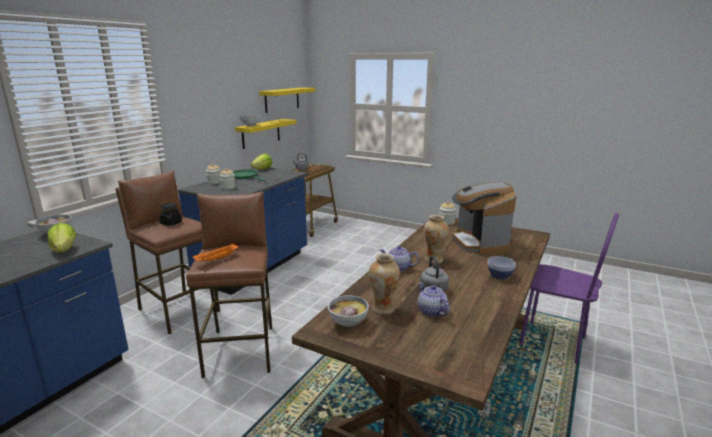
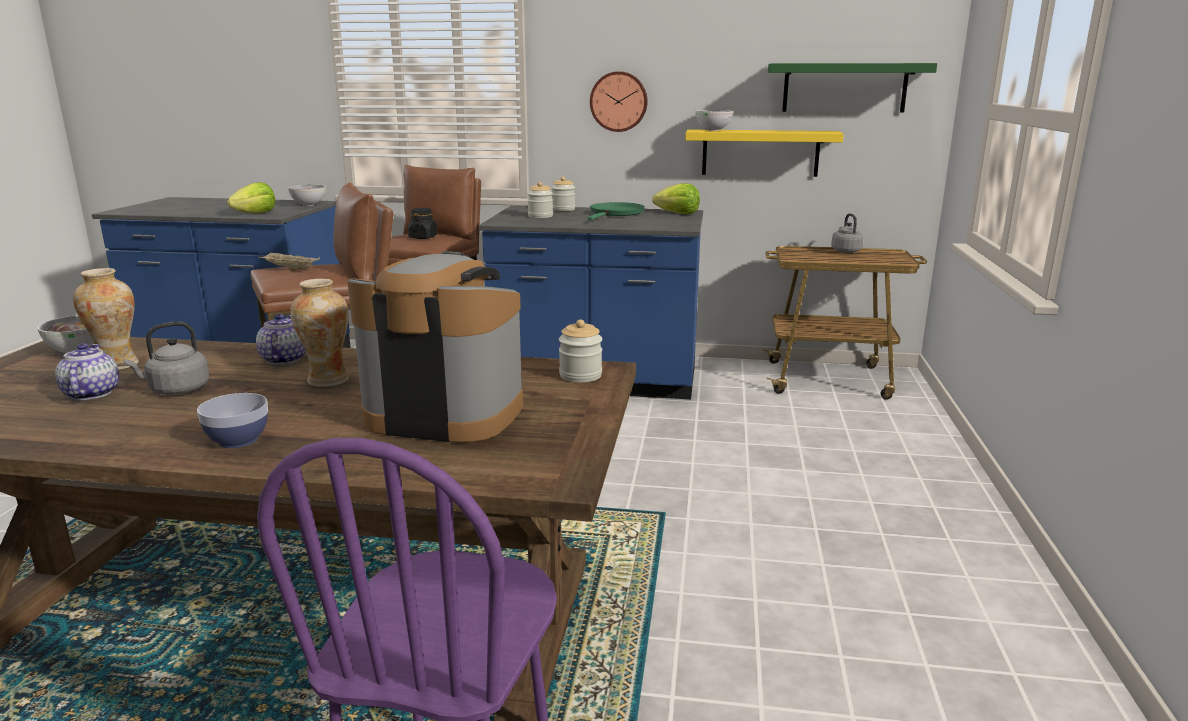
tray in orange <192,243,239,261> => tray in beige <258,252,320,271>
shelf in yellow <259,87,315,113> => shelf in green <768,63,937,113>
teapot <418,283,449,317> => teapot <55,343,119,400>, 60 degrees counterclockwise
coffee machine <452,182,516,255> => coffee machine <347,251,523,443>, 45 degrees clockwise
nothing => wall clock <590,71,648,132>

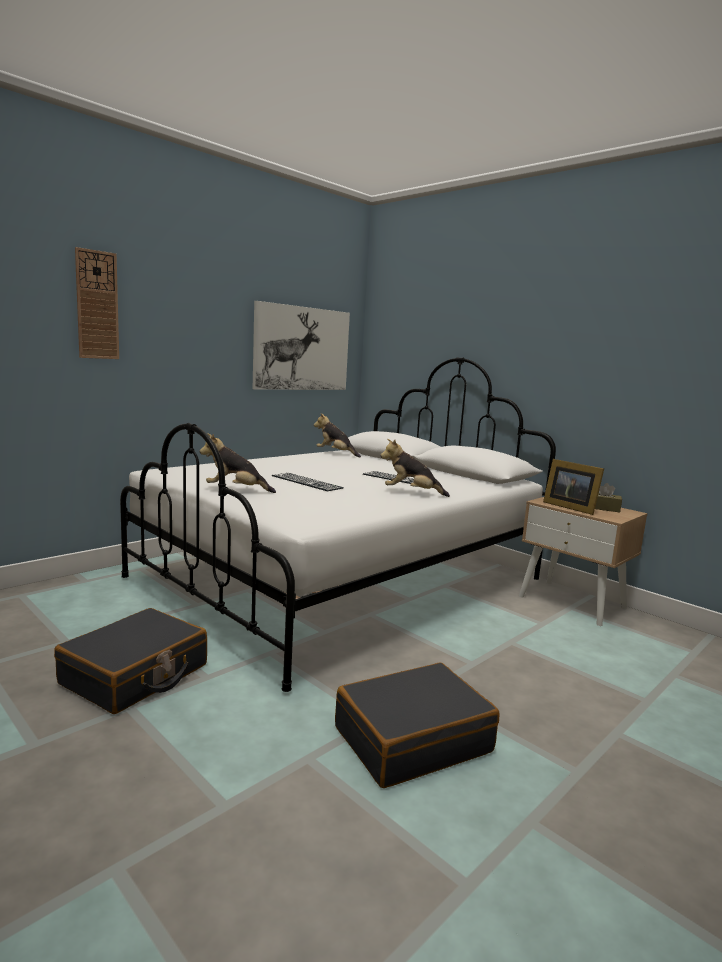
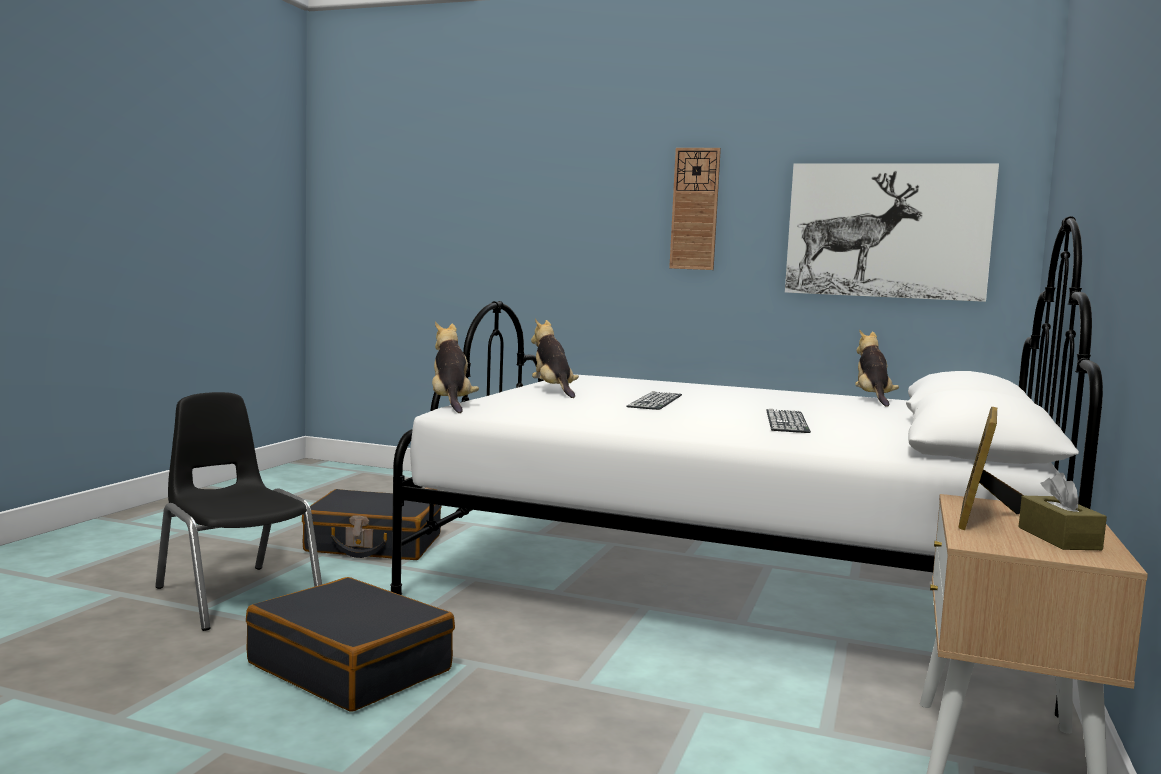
wall clock <75,247,119,359> => wall clock <669,148,721,270>, shifted
plush toy <380,439,450,497> => plush toy <432,322,479,413>, shifted
nothing => chair in black <155,392,322,631>

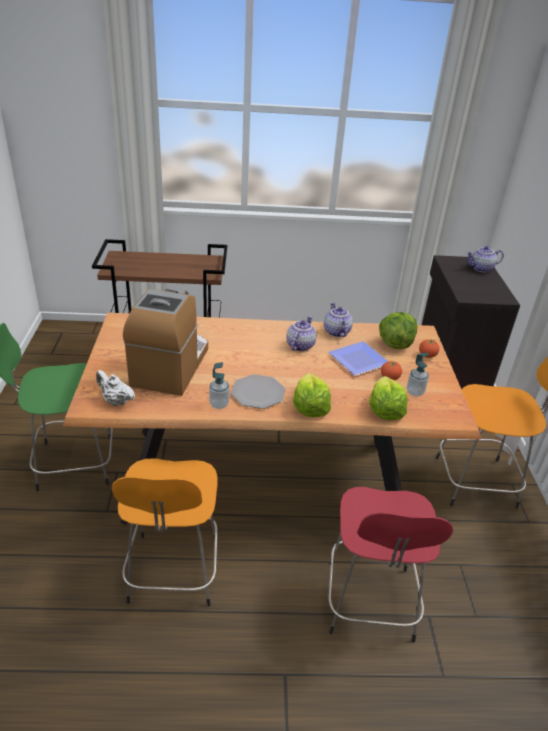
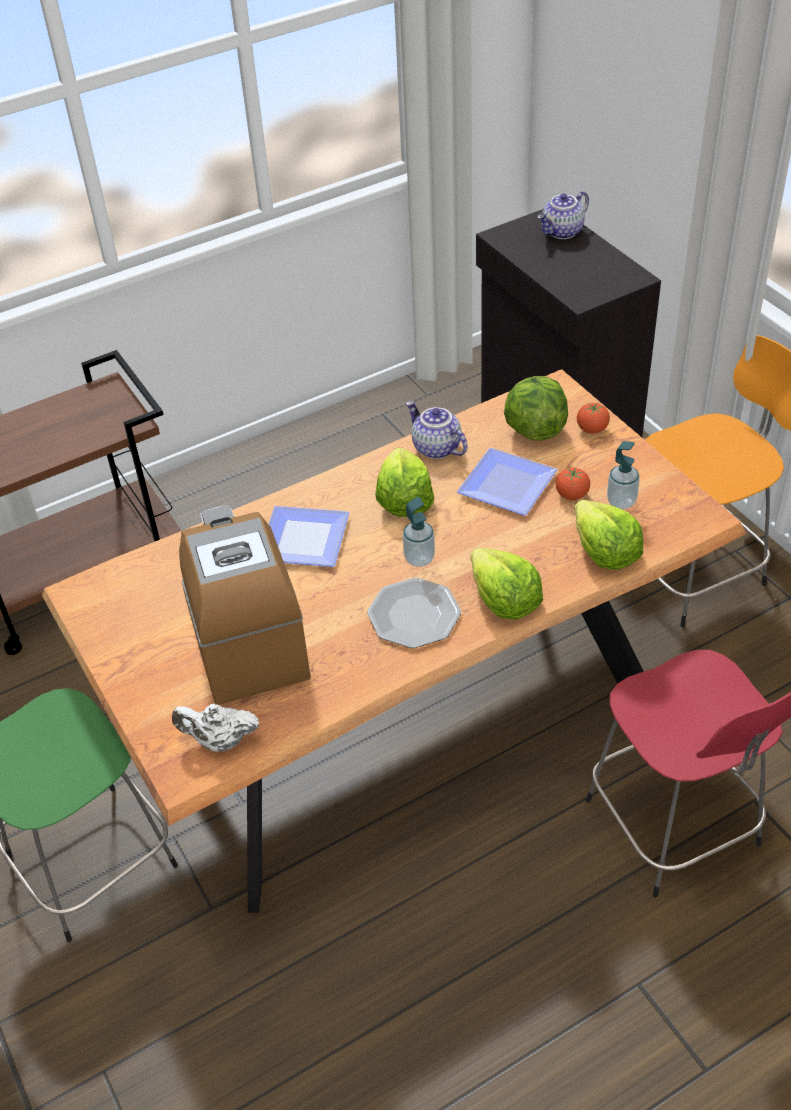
stool in orange <112,458,218,607> => nothing
soap dispenser <209,362,229,409> => soap dispenser <403,497,435,567>, shifted
teapot <286,316,316,351> => lettuce <375,448,434,517>
nothing => plate <269,506,349,567>

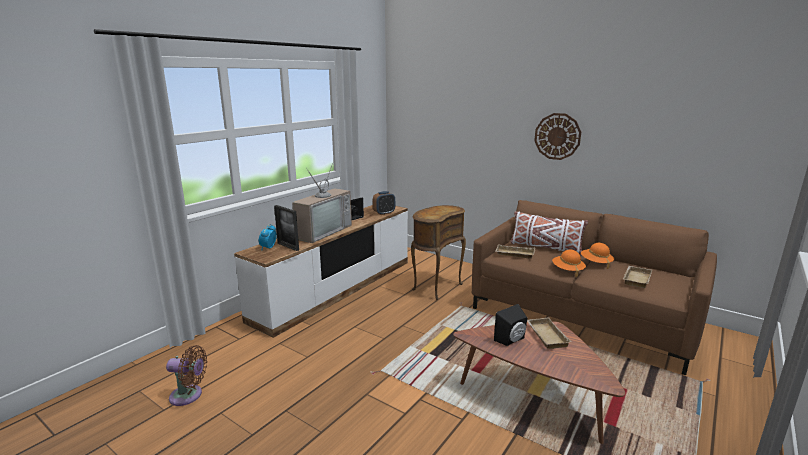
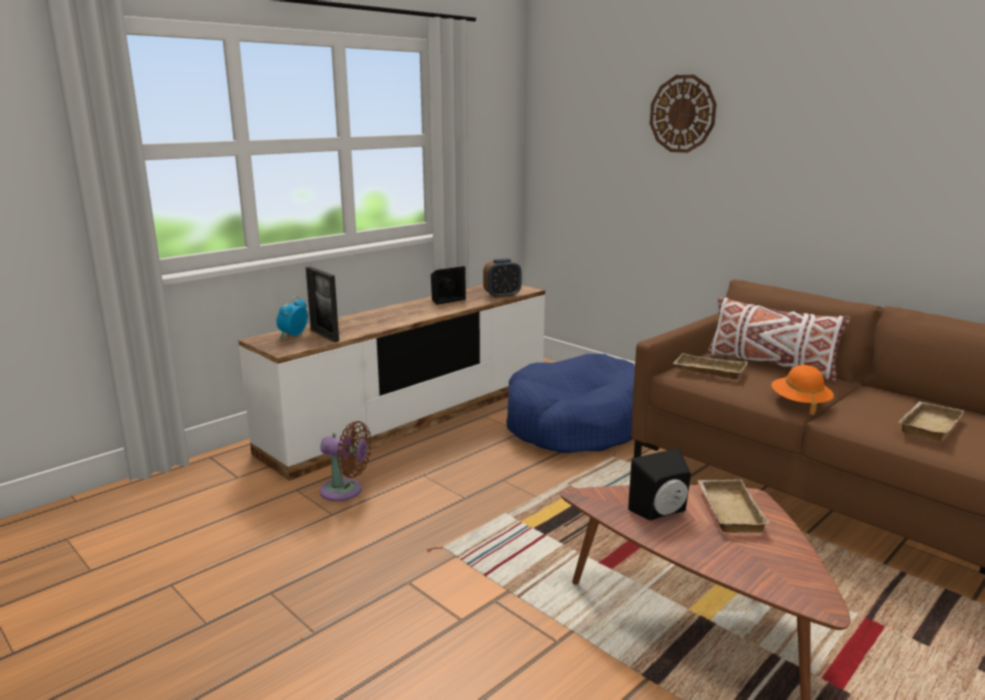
fan in brown <166,345,207,406> => fan in brown <320,421,372,501>, shifted
television <292,161,352,243> => nothing
side table in brown <411,205,466,300> => dog bed in blue <506,354,635,453>
wall clock <534,113,581,160> => wall clock <650,75,716,153>, shifted
hat in orange <581,243,614,269> => nothing

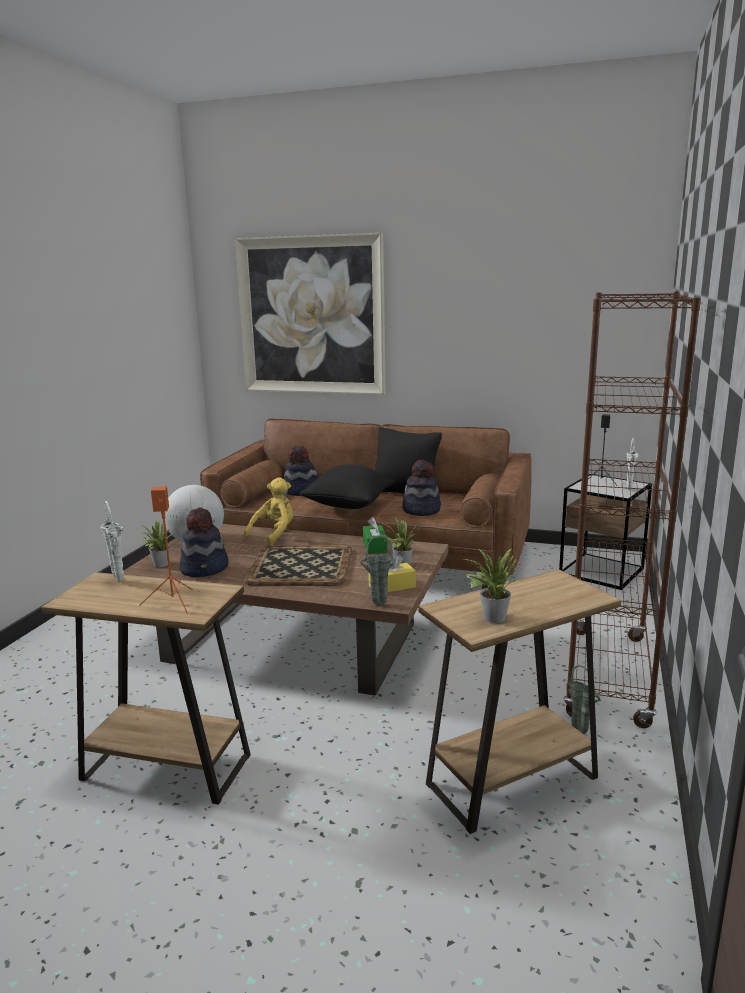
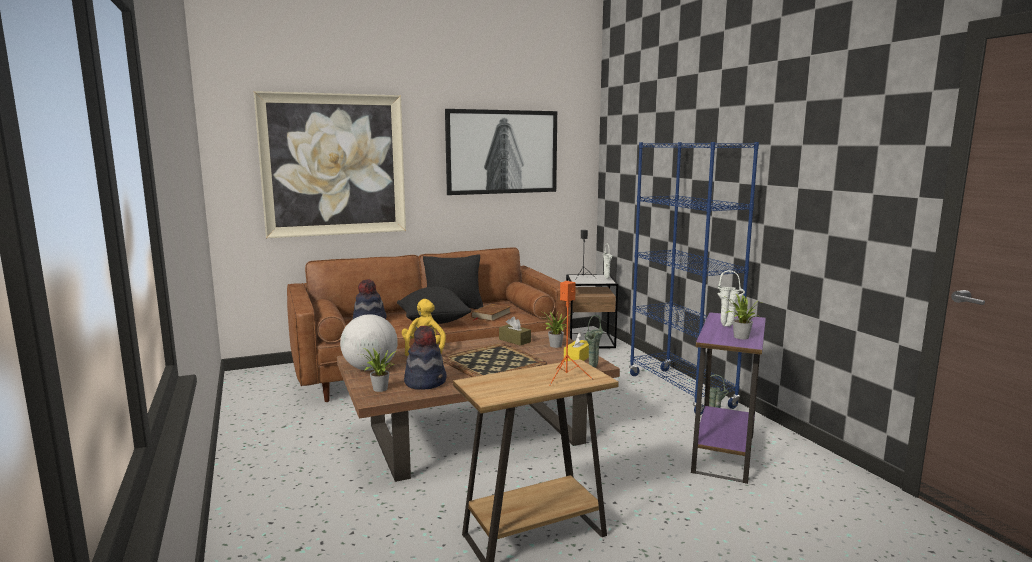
vase in white <100,501,124,581> => vase in white <717,270,745,327>, shifted
tissue box in green <363,517,388,554> => tissue box in brown <499,317,531,346>
hat <402,460,441,516> => book in brown <471,304,511,321>
side table in brown <419,569,621,834> => side table in purple <691,312,766,484>
bookcase in brown <563,292,701,728> => bookcase in blue <629,142,759,415>
nothing => picture <445,109,557,195>

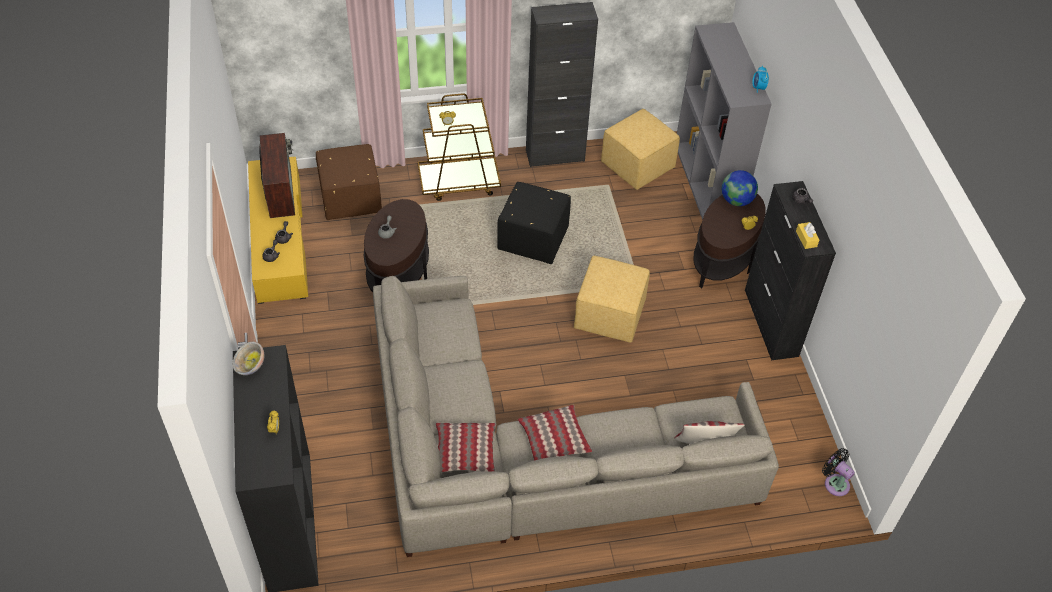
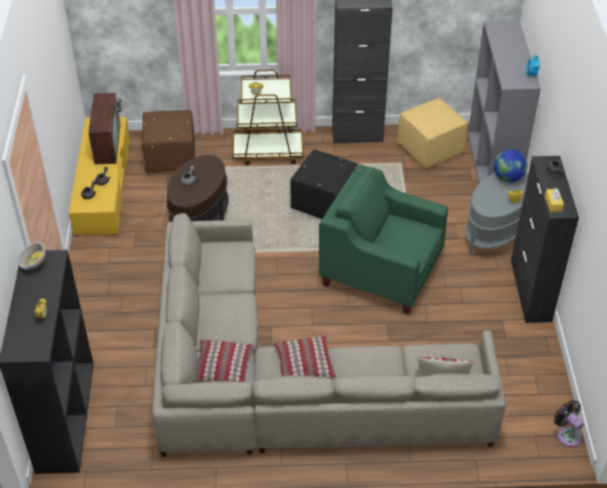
ottoman in yellow <574,256,650,343> => armchair in green <319,164,448,315>
side table in brown <693,194,766,288> => side table in grey <465,172,528,256>

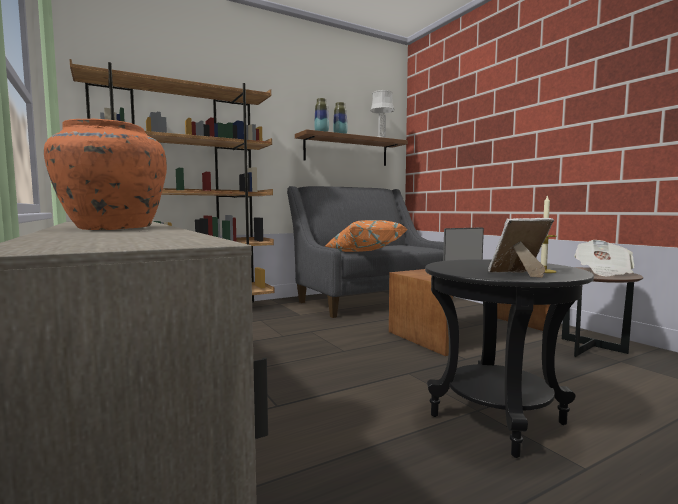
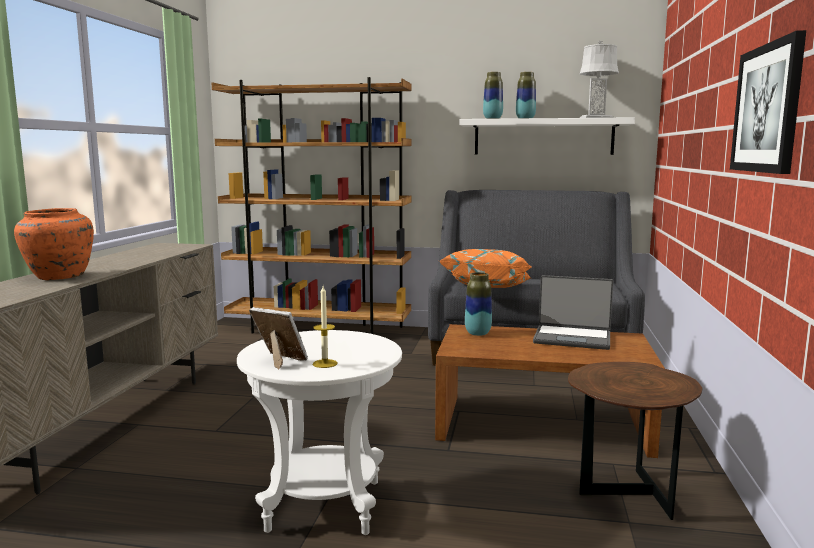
shelf in brown <295,129,408,166> => shelf in white <459,117,635,155>
side table in black <425,259,594,458> => side table in white <237,330,402,535>
newspaper <574,240,634,276> => nothing
nothing => vase <465,272,492,336>
nothing => picture <730,30,806,174>

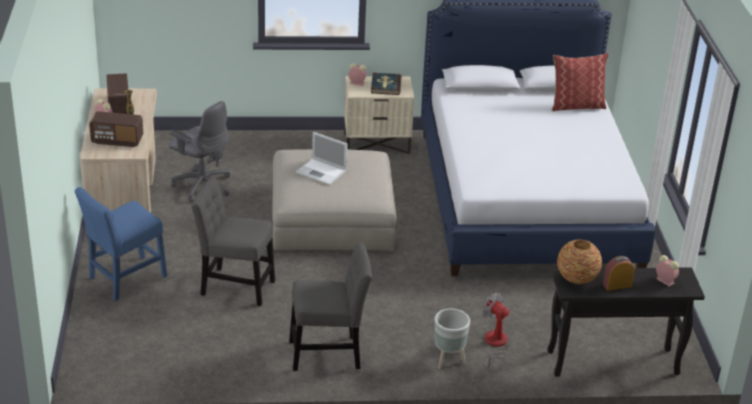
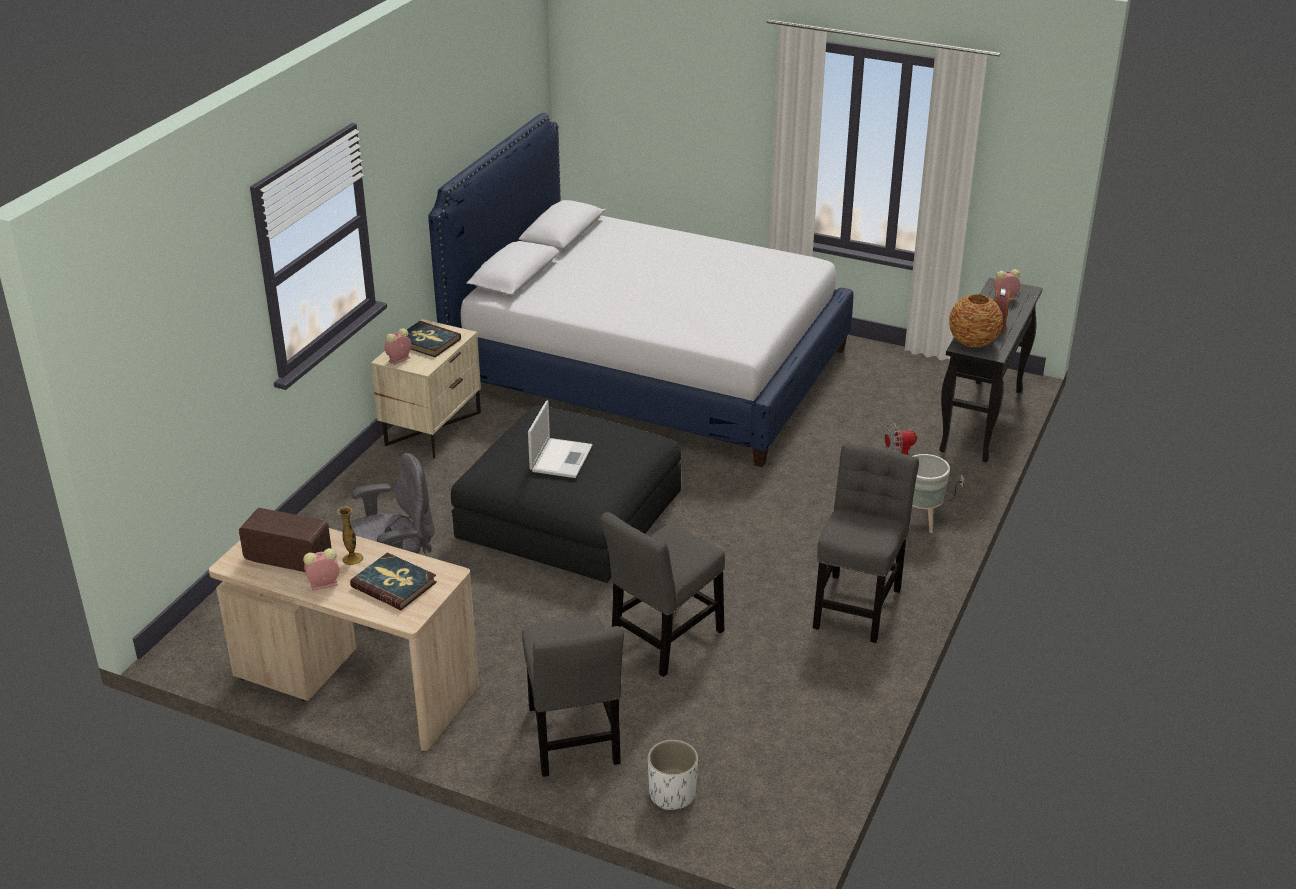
chair in blue <75,187,167,301> => chair in grey <522,616,624,777>
radio <89,111,143,147> => book <350,553,437,610>
ottoman in beige <272,149,397,251> => ottoman in black <451,406,681,583>
laptop <295,132,348,185> => laptop <528,400,593,478>, 45 degrees counterclockwise
pillow <552,53,609,111> => nothing
nothing => planter in white <648,740,698,811>

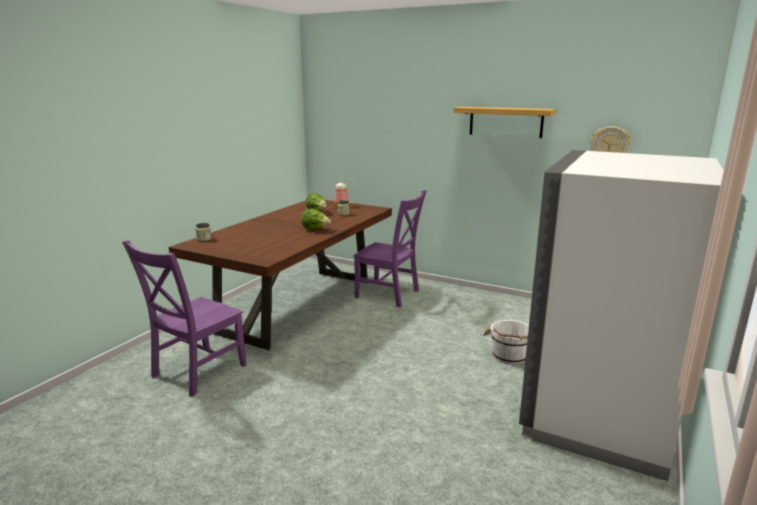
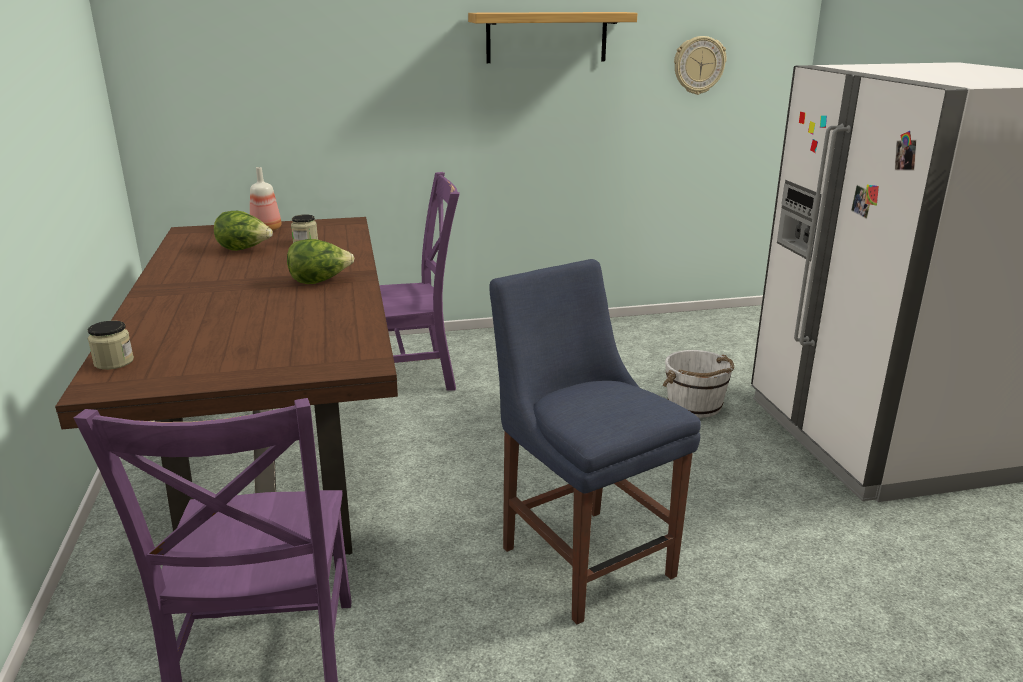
nothing => chair in blue <490,259,701,625>

